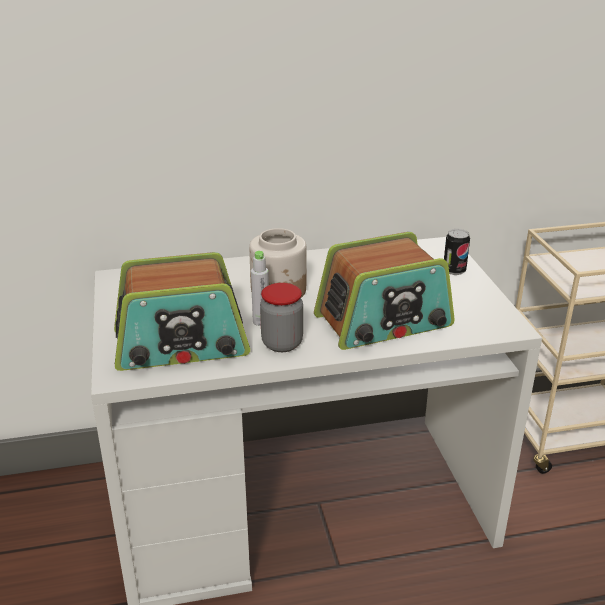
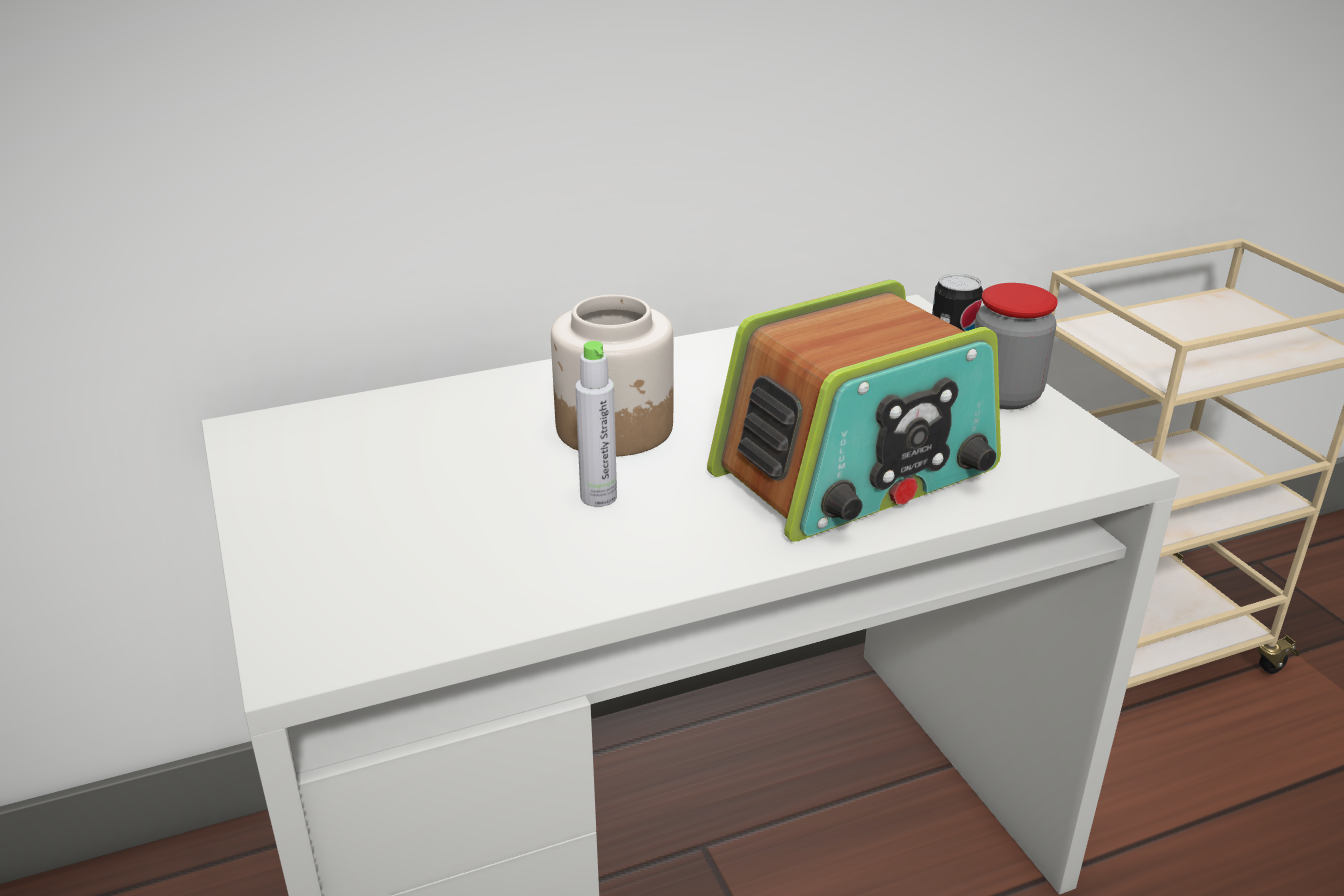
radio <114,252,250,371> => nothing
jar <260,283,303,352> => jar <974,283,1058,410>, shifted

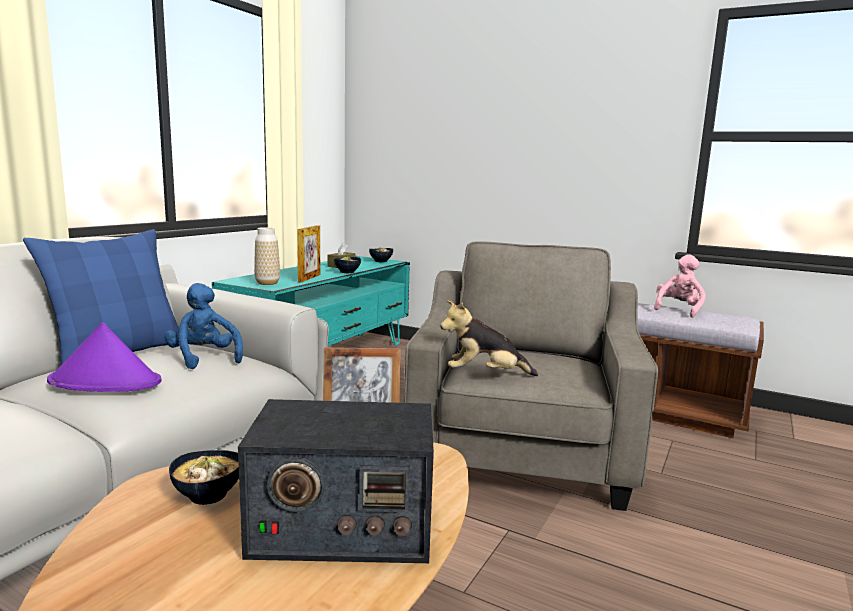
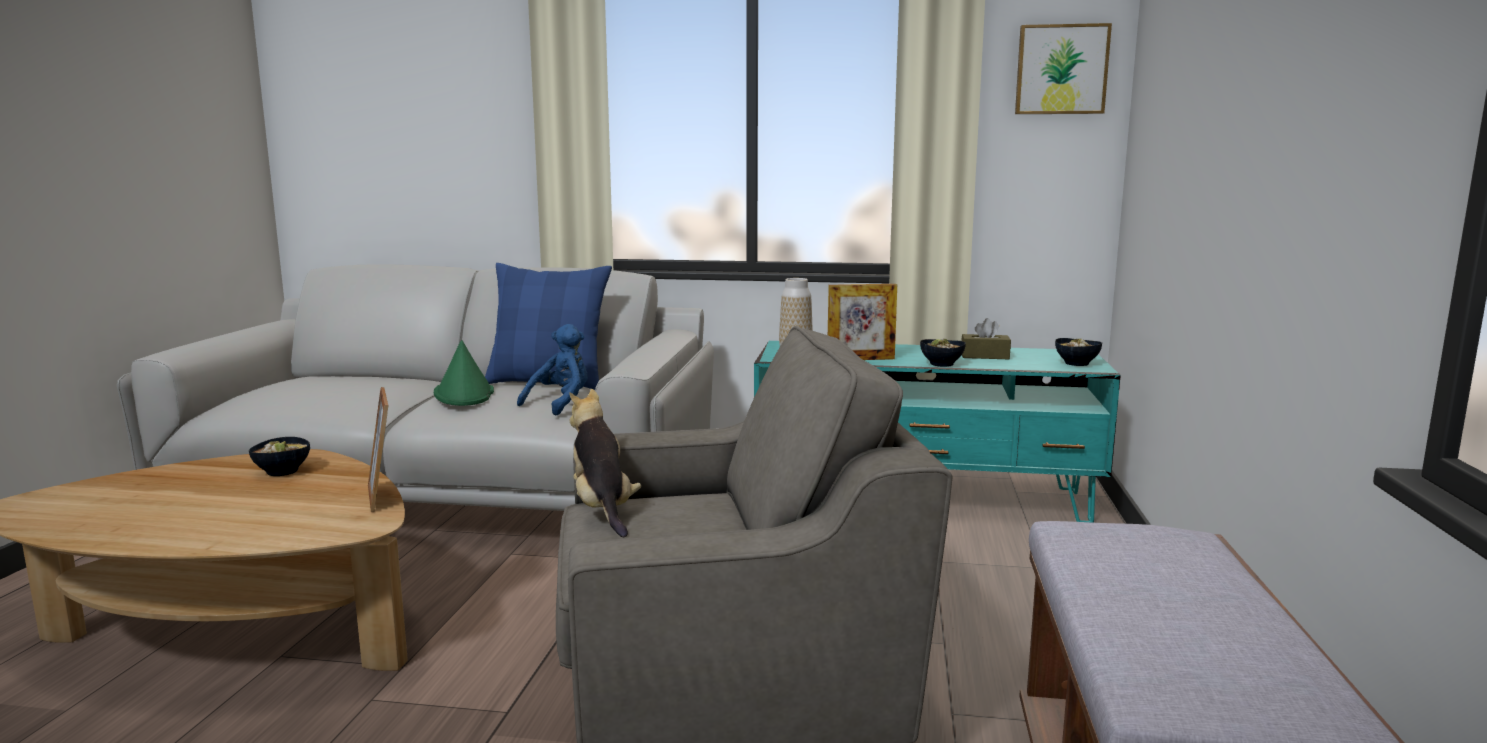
hat in purple <47,322,161,392> => hat in green <434,340,494,406>
radio <238,399,434,563> => nothing
plush toy in pink <654,254,706,318> => nothing
nothing => picture <1015,23,1112,114>

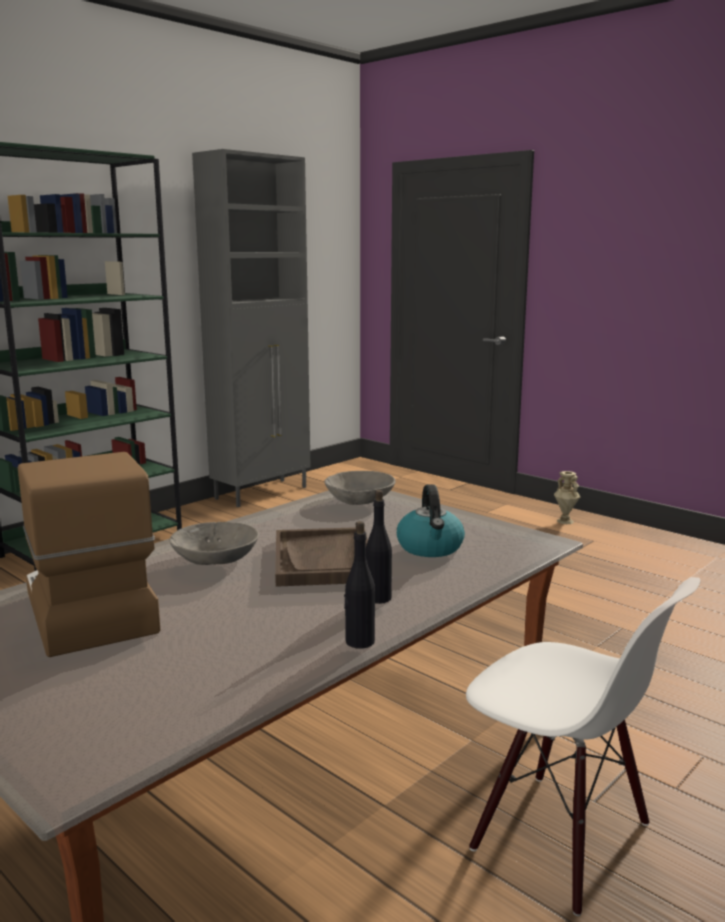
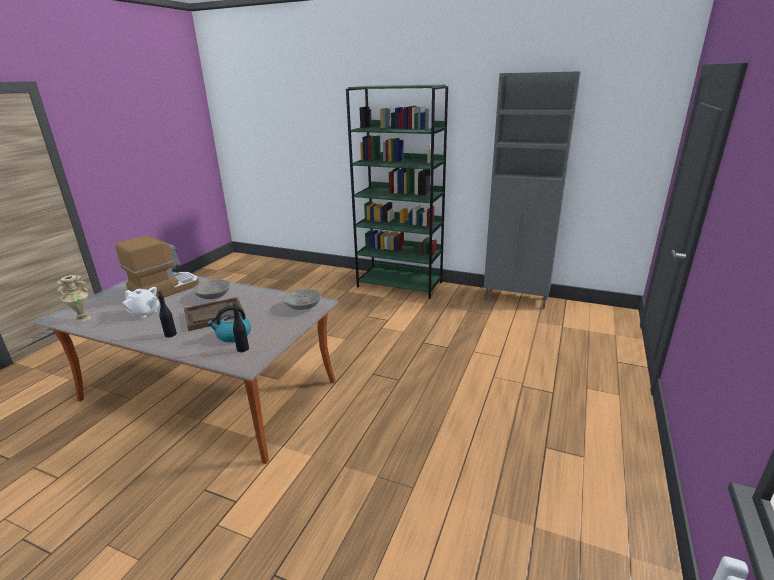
bottle in black <344,521,375,649> => bottle in black <233,303,249,352>, shifted
chair in white <466,577,700,916> => nothing
vase in beige <554,471,580,524> => vase in beige <56,275,91,323>, shifted
nothing => teapot in white <123,287,159,318>

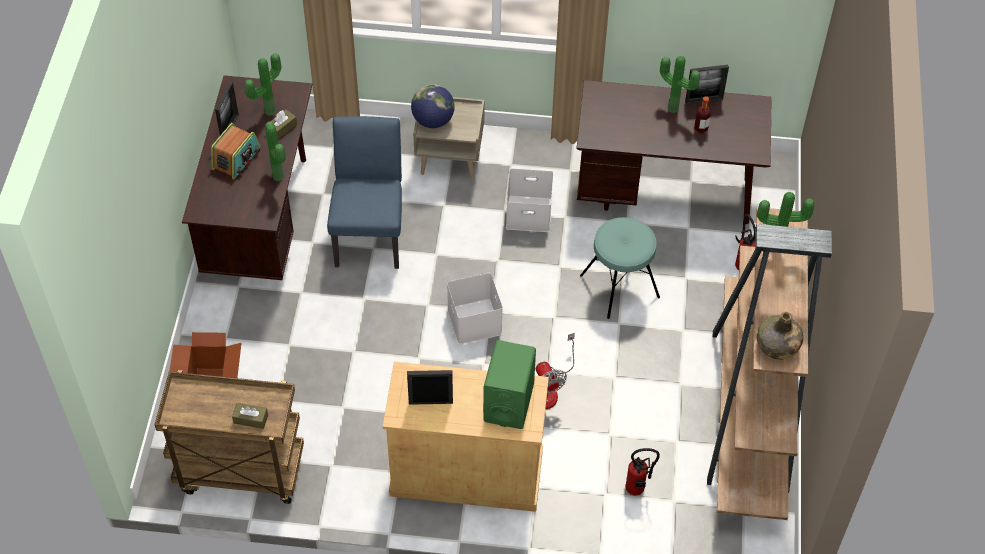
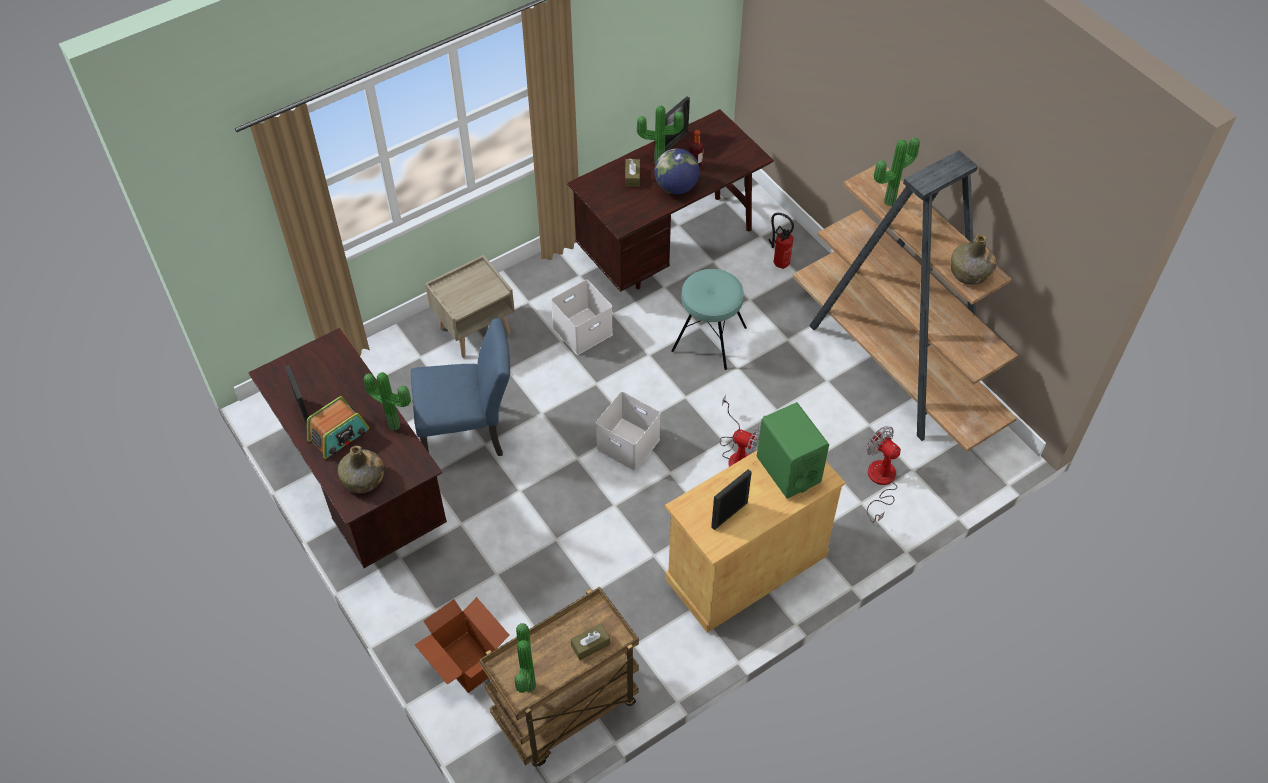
radio <211,123,260,179> => radio <307,396,369,459>, 60 degrees clockwise
potted plant <245,53,281,116> => potted plant <515,623,536,693>, shifted
tissue box in brown <270,110,297,139> => tissue box in brown <625,159,640,187>, shifted
chair in blue <327,116,402,269> => chair in blue <411,318,510,456>, 120 degrees clockwise
globe <411,84,455,128> => globe <654,149,700,194>, shifted
fire extinguisher <625,448,660,495> => fan <866,426,901,523>
nothing => bottle in green <338,446,384,493>

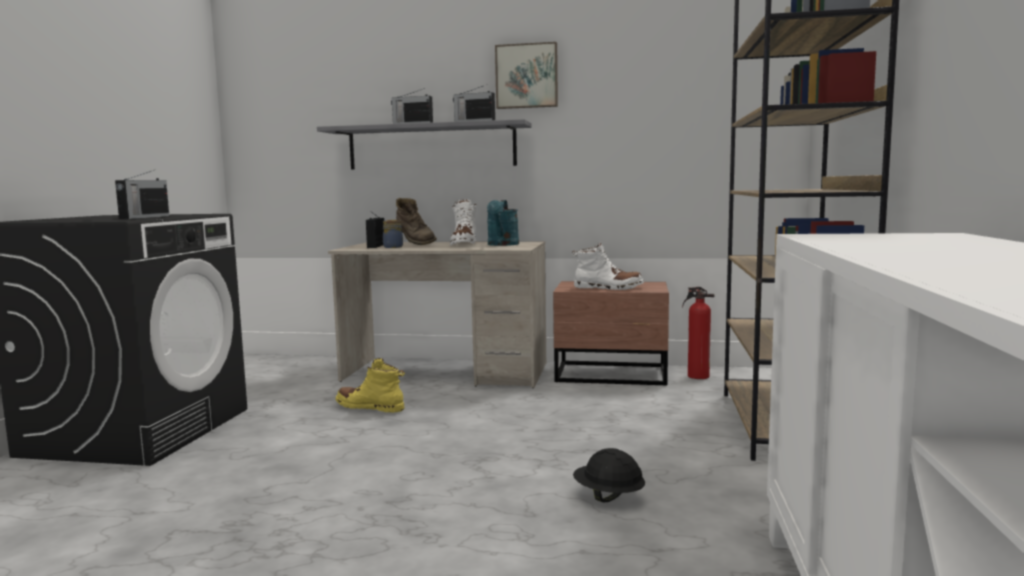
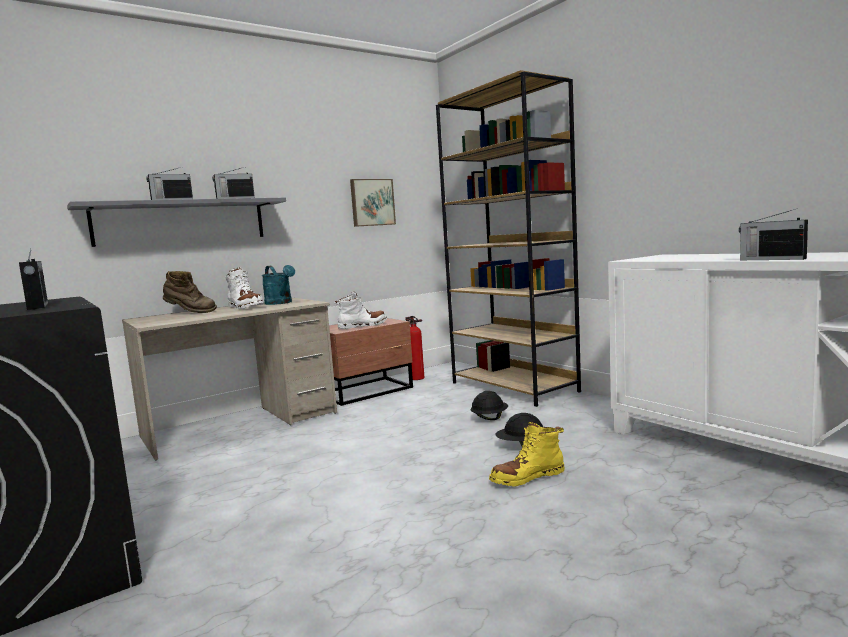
boot in yellow <336,358,405,413> => boot in yellow <489,422,565,487>, shifted
radio <366,212,384,248> => radio <739,209,808,260>, shifted
jar <383,220,403,248> => nothing
picture <495,42,558,109> => picture <350,179,396,227>, shifted
nothing => hard hat in black <471,391,508,420>

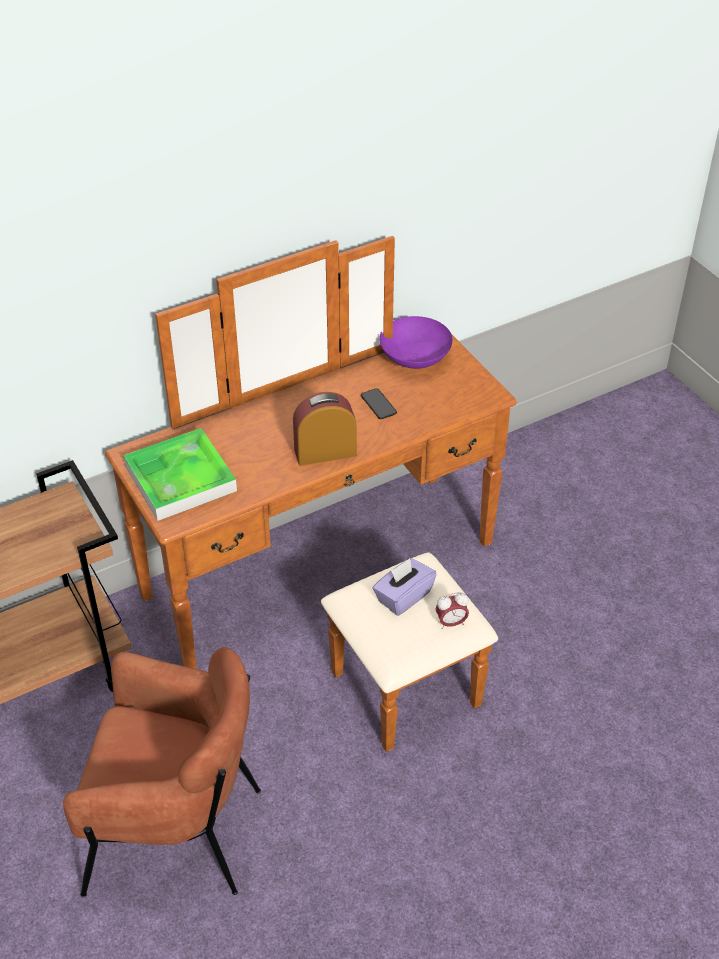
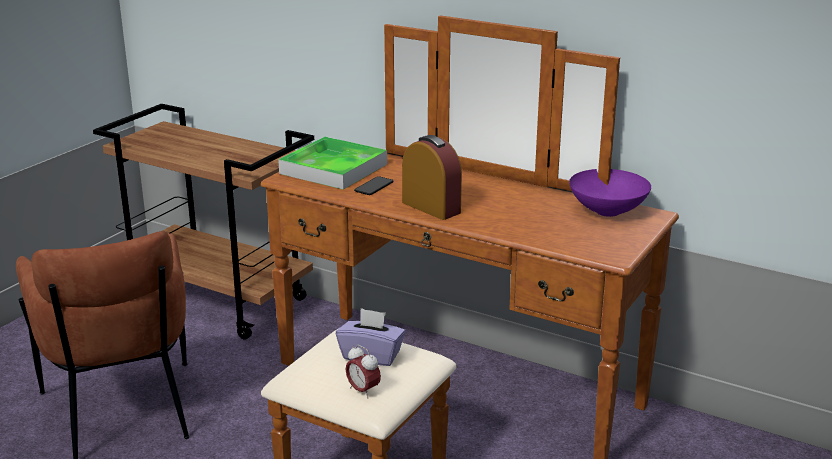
phone <361,388,397,419> => phone <354,176,393,195>, shifted

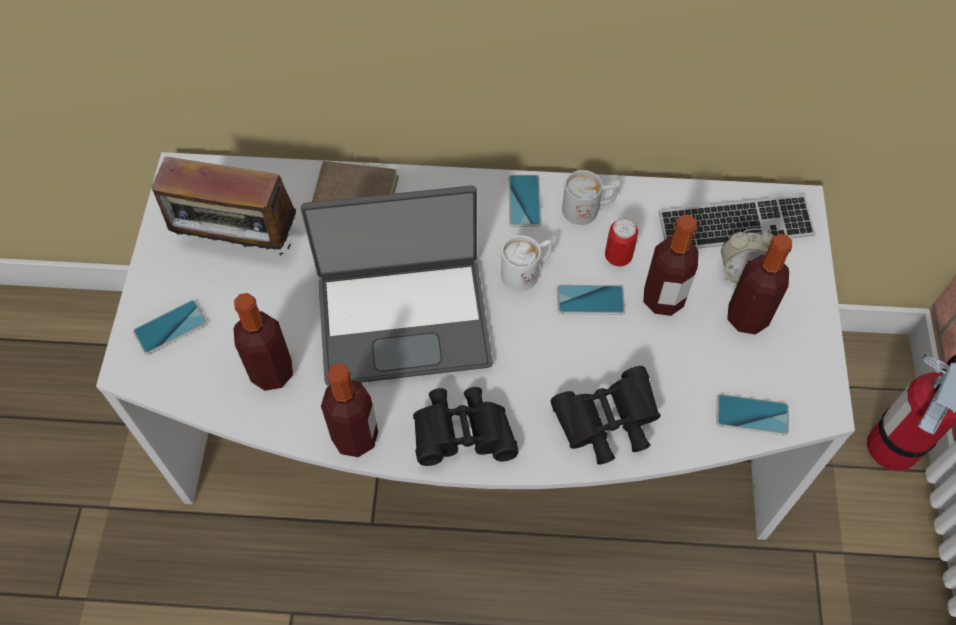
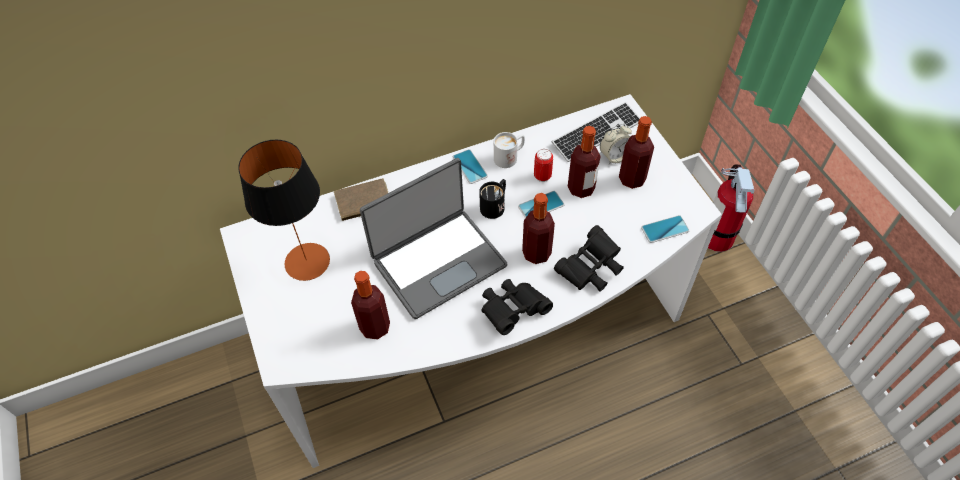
phone <133,300,208,355> => nothing
radio <152,149,296,255> => table lamp <238,140,330,281>
bottle <321,363,378,457> => bottle <522,193,555,264>, shifted
mug in white <501,235,553,291> => mug in black <479,179,506,219>

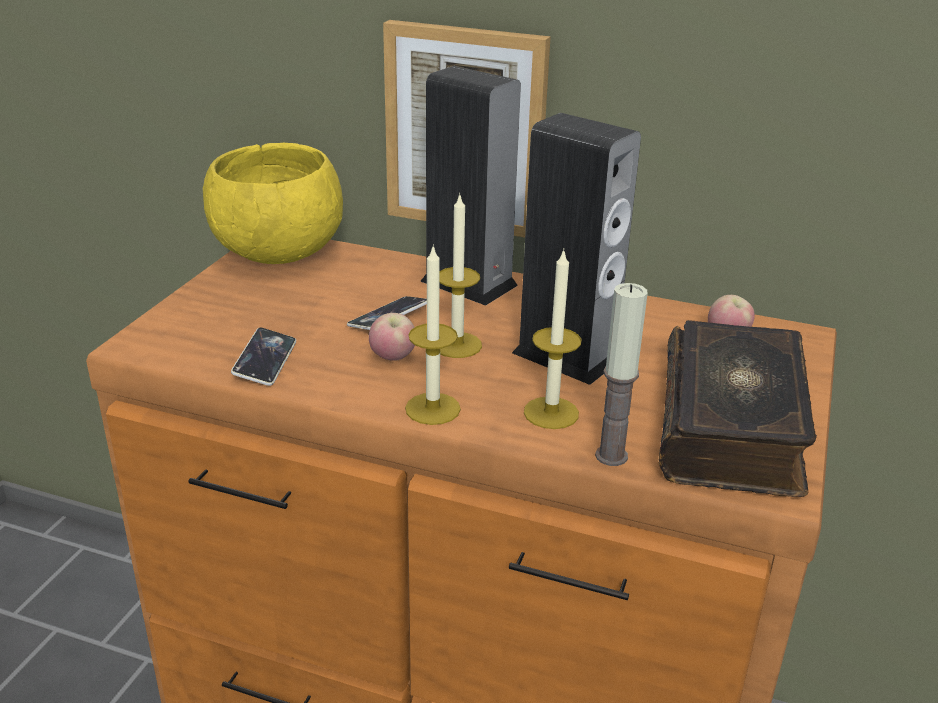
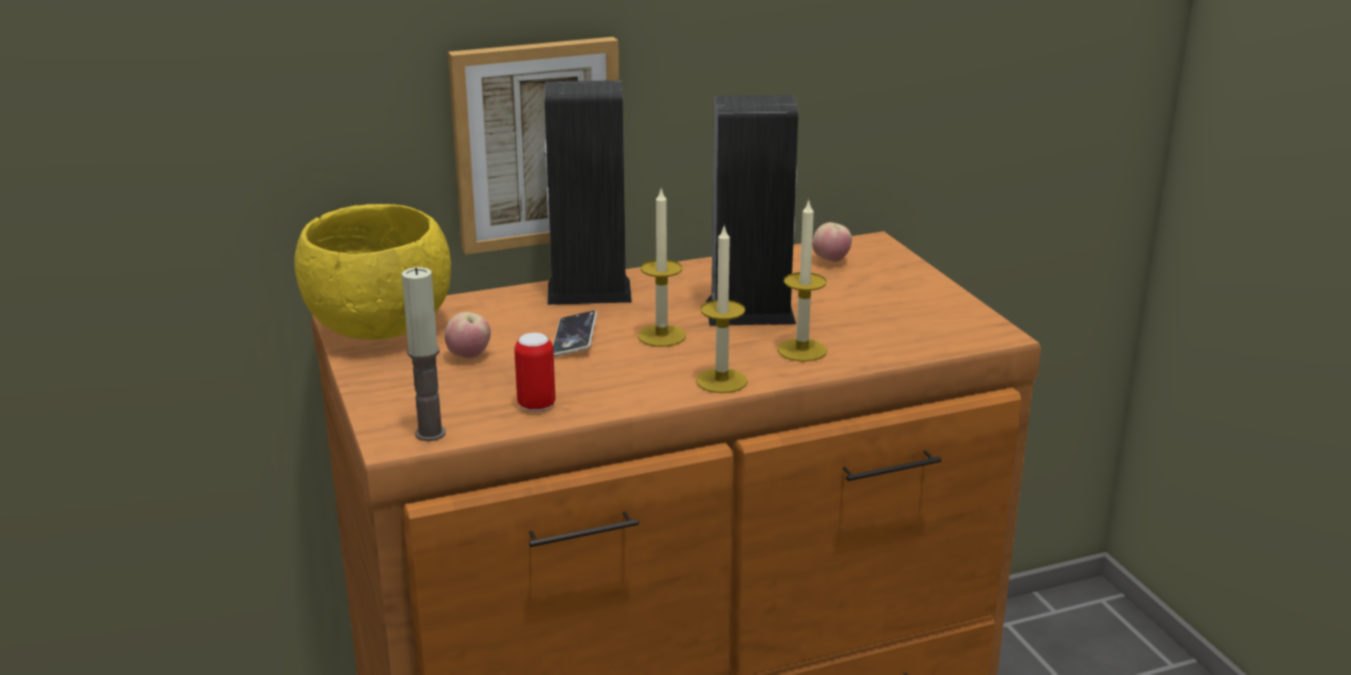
phone <231,327,296,386> => can <514,333,555,412>
apple <369,313,415,361> => apple <445,312,491,358>, shifted
candle <595,283,648,466> => candle <402,267,446,441>, shifted
book <659,320,817,497> => nothing

